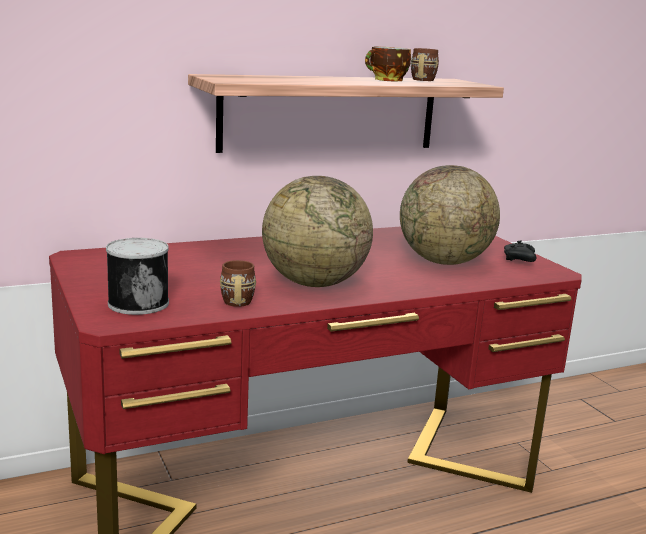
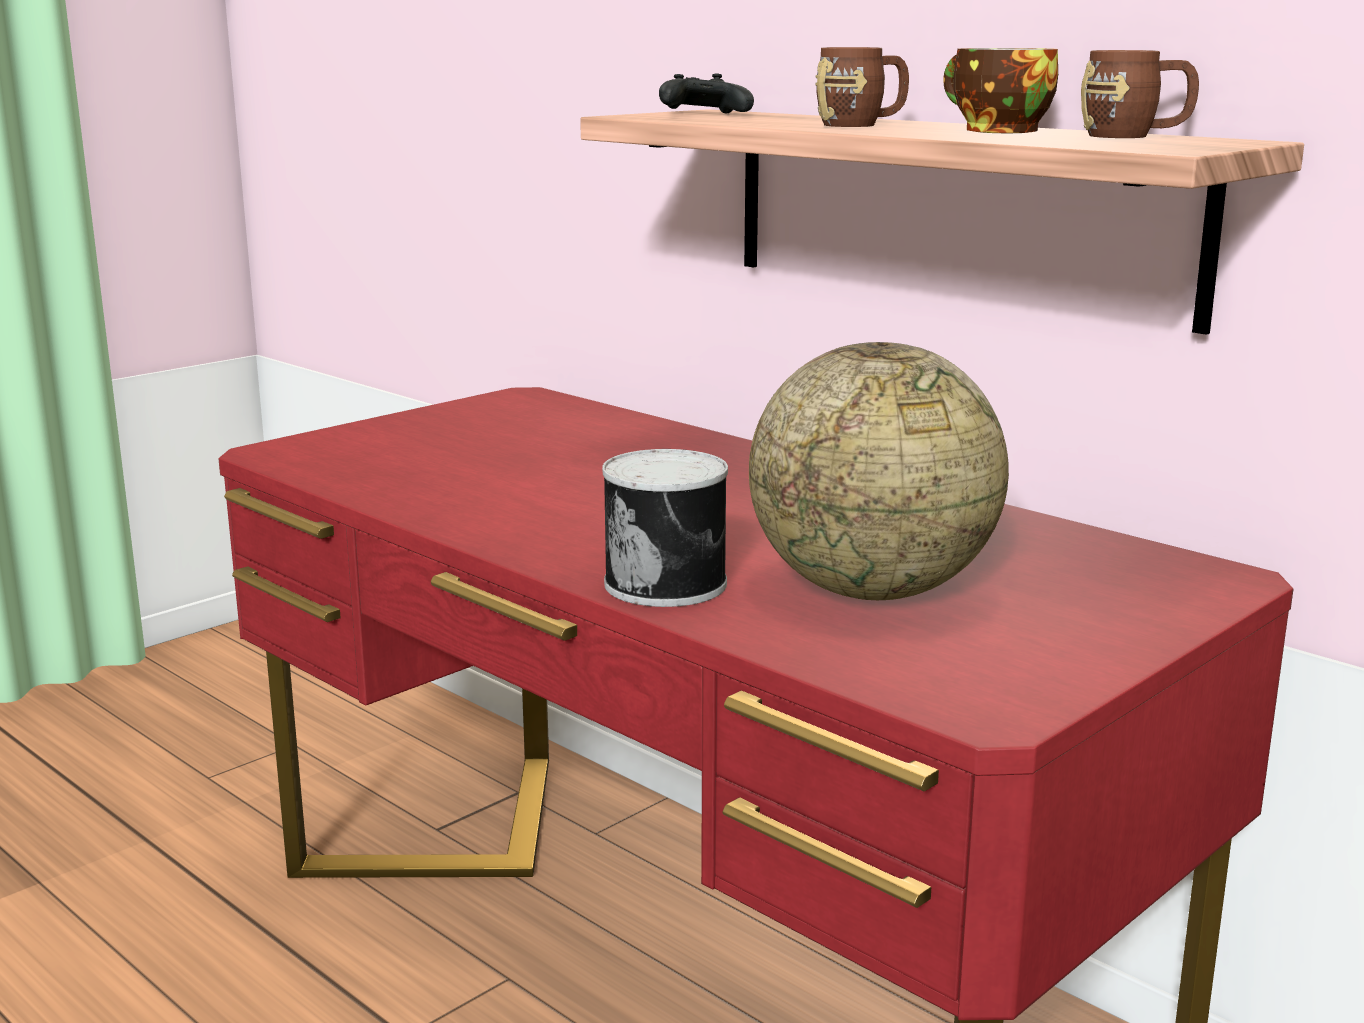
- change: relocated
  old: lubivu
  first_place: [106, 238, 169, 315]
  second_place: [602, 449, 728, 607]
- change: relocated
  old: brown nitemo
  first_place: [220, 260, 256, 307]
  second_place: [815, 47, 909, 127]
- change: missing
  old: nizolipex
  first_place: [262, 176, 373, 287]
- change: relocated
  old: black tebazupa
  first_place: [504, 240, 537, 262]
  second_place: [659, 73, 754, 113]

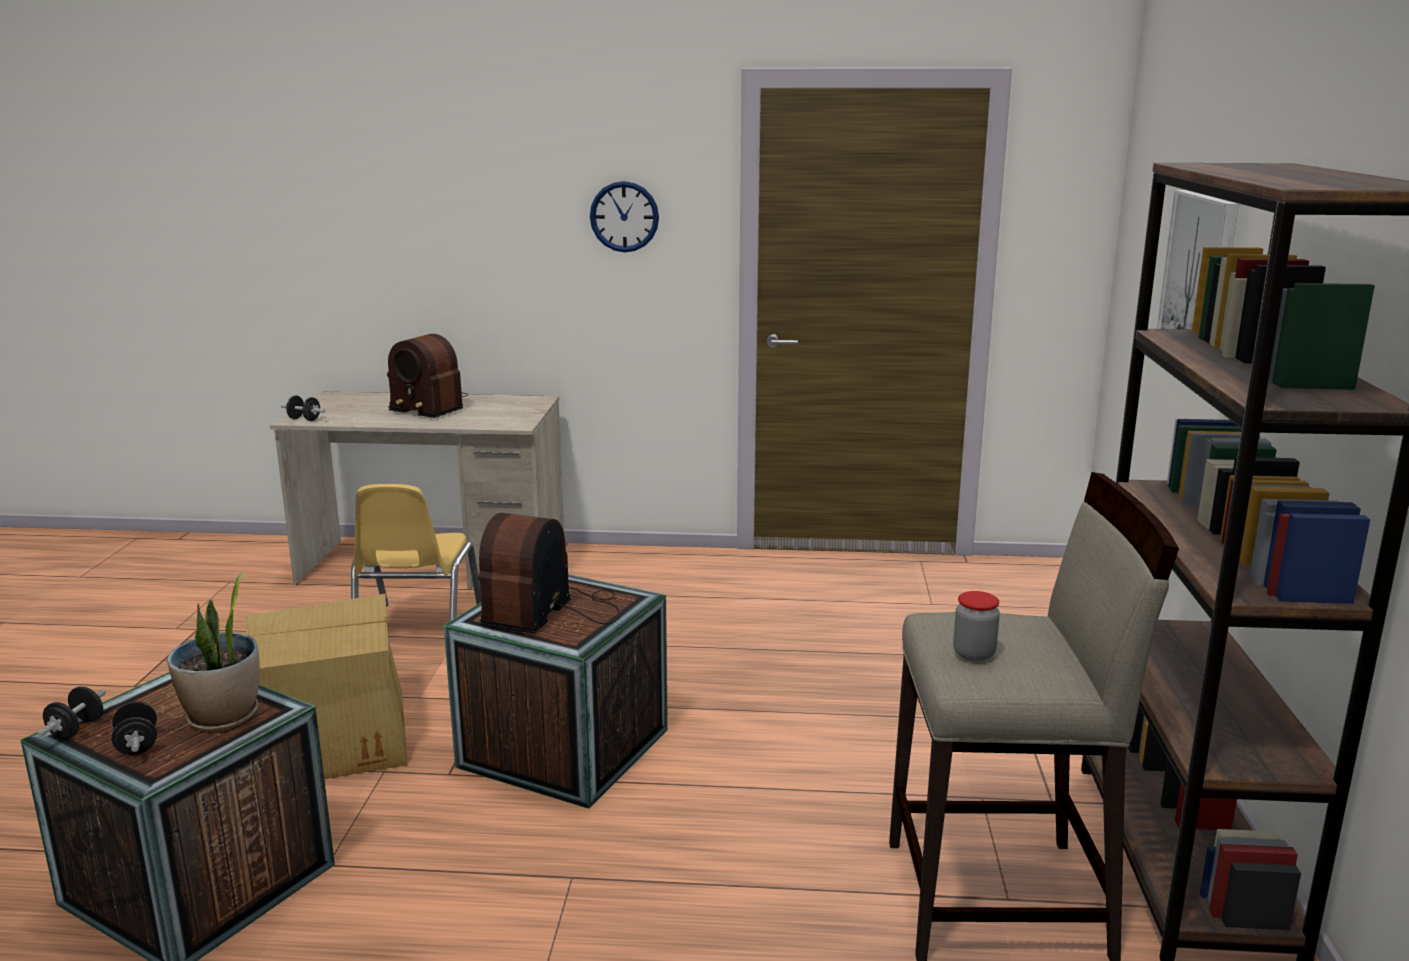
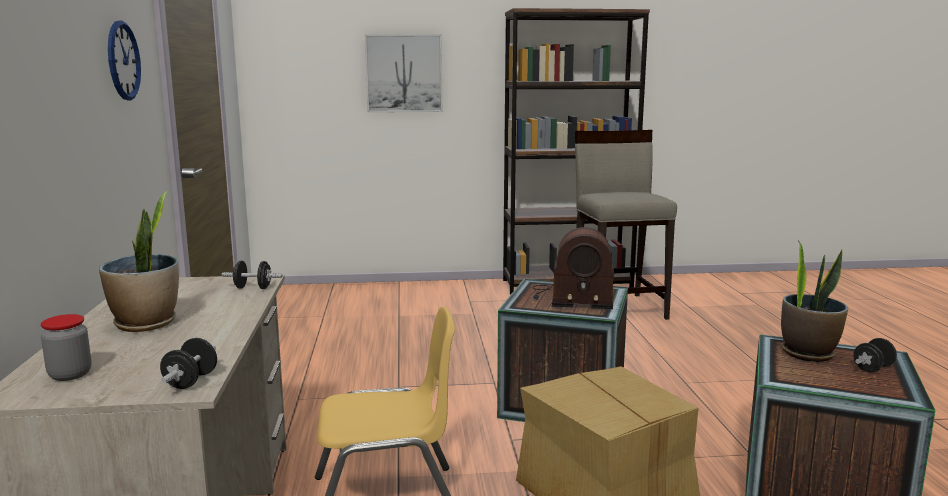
- change: relocated
  old: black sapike
  first_place: [37, 686, 106, 739]
  second_place: [222, 261, 283, 289]
- change: exchanged
  old: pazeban
  new: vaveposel
  first_place: [387, 334, 468, 418]
  second_place: [99, 191, 179, 332]
- change: relocated
  old: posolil
  first_place: [953, 591, 1000, 662]
  second_place: [41, 314, 92, 381]

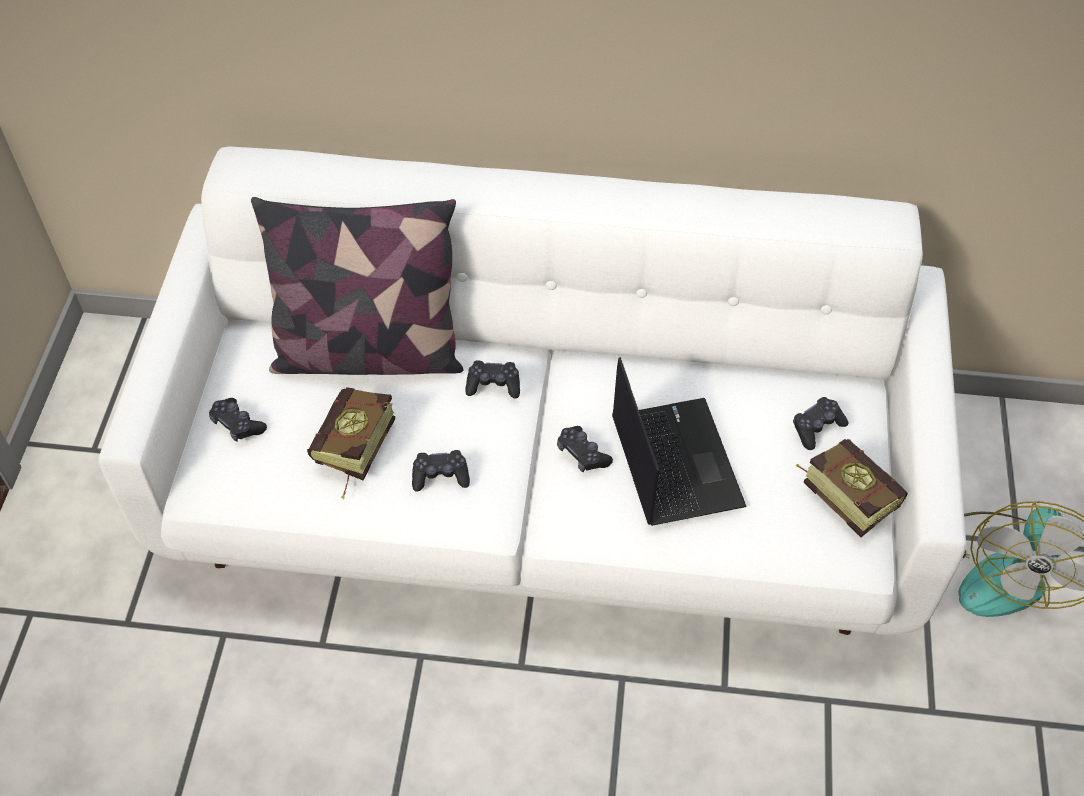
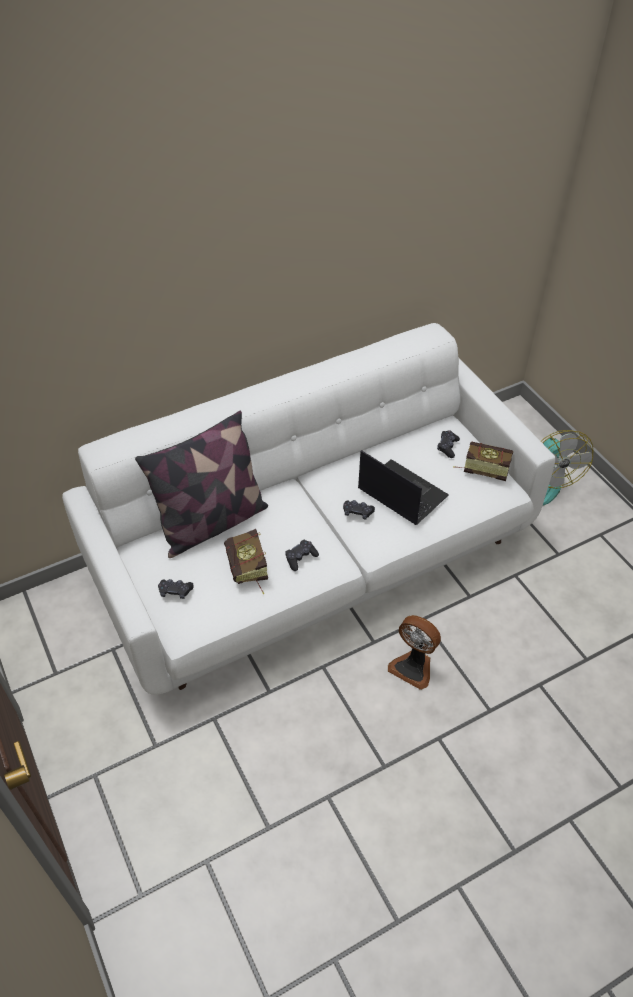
- change: missing
  old: black tebazupa
  first_place: [465, 360, 520, 398]
- change: appeared
  new: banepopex
  second_place: [388, 615, 441, 690]

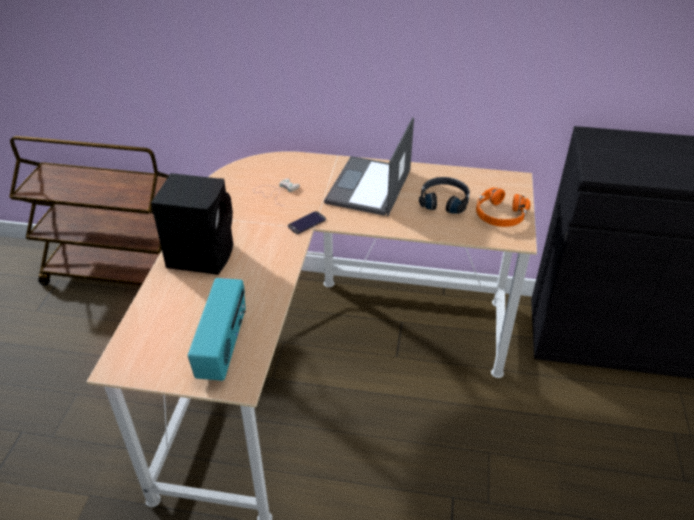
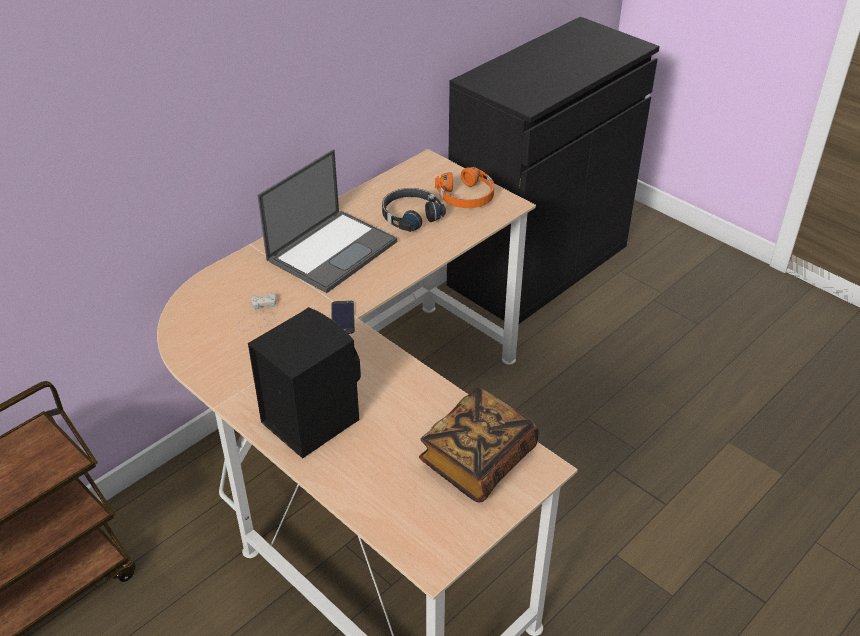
- change: exchanged
  old: pazeban
  new: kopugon
  first_place: [188, 278, 246, 381]
  second_place: [419, 387, 539, 503]
- change: spun
  old: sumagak
  first_place: [324, 117, 414, 216]
  second_place: [257, 149, 397, 293]
  degrees: -105

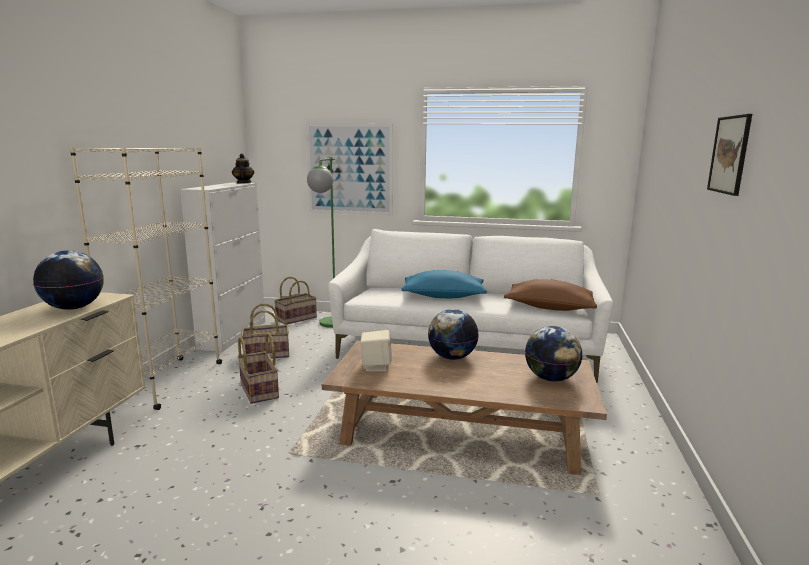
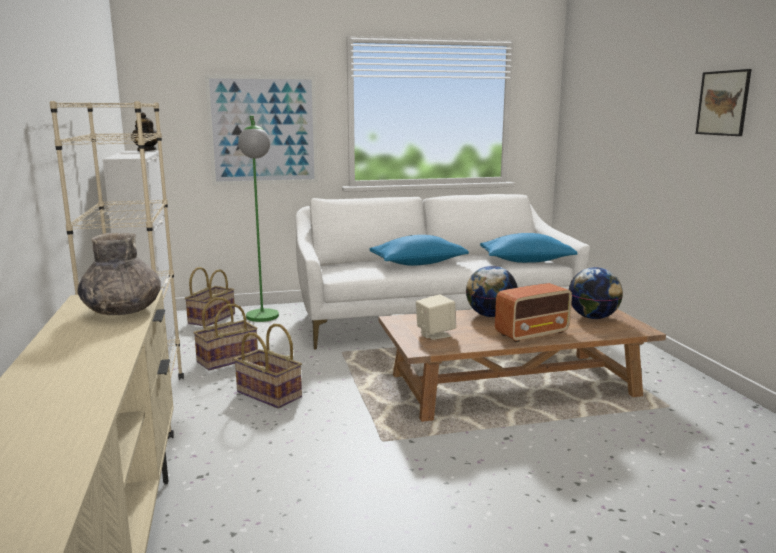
- change: exchanged
  old: nizolipex
  new: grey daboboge
  first_place: [33, 250, 104, 310]
  second_place: [78, 233, 161, 315]
- change: colour
  old: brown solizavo
  new: blue solizavo
  first_place: [504, 279, 597, 311]
  second_place: [480, 233, 577, 263]
- change: appeared
  new: pazeban
  second_place: [495, 283, 572, 342]

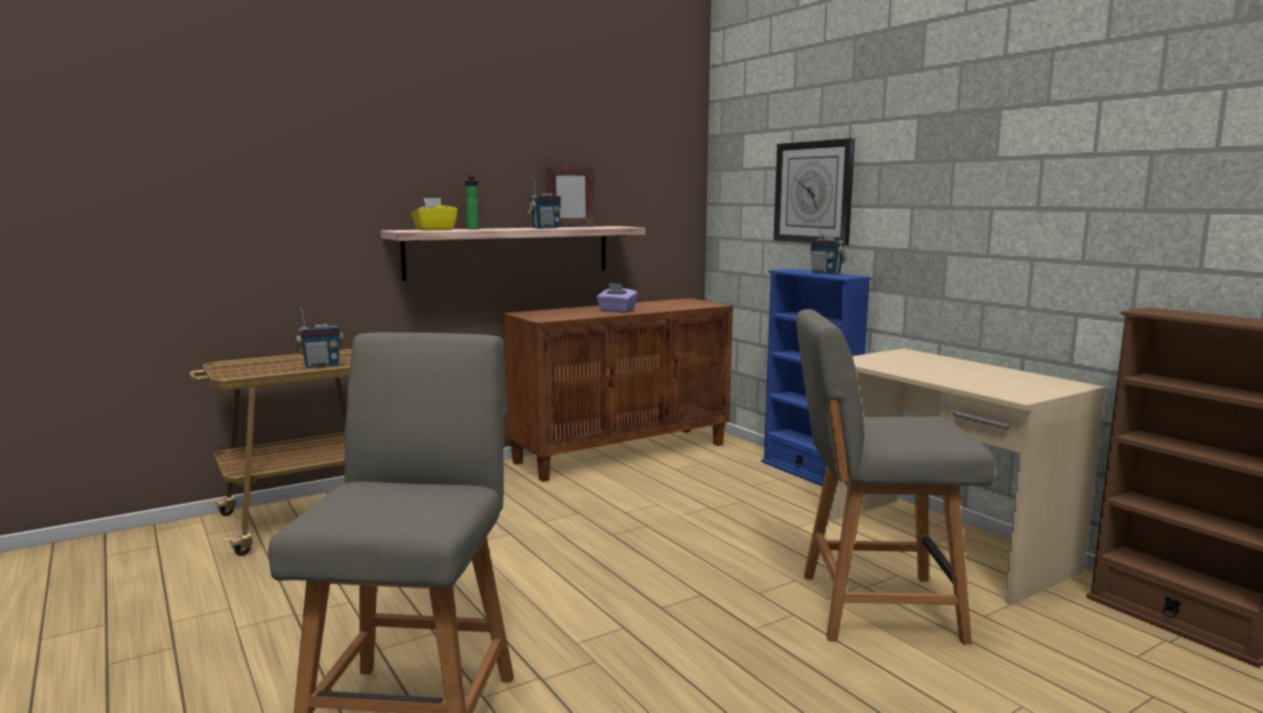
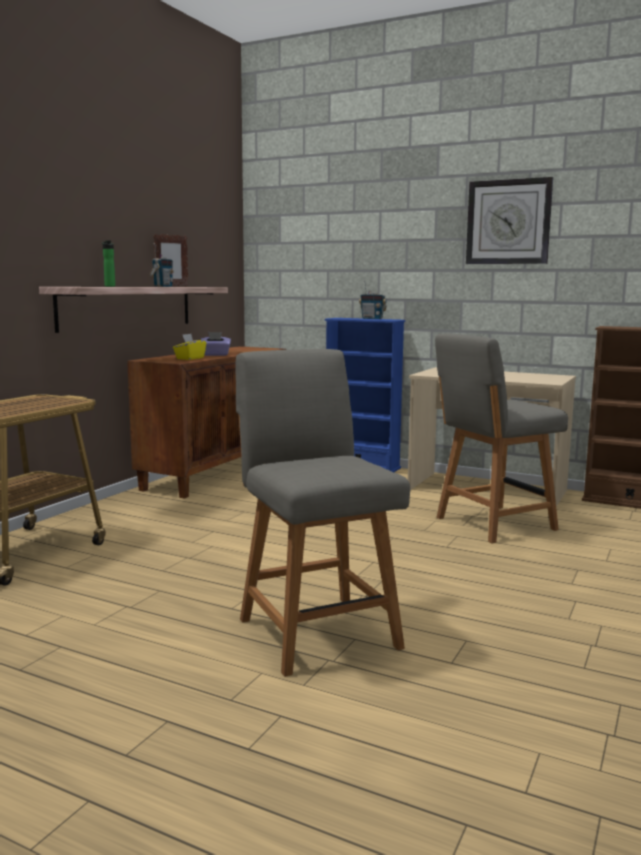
- change: missing
  old: pazeban
  first_place: [296, 307, 344, 368]
- change: relocated
  old: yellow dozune
  first_place: [411, 198, 458, 231]
  second_place: [173, 334, 206, 360]
- change: relocated
  old: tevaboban
  first_place: [774, 138, 855, 245]
  second_place: [466, 177, 553, 264]

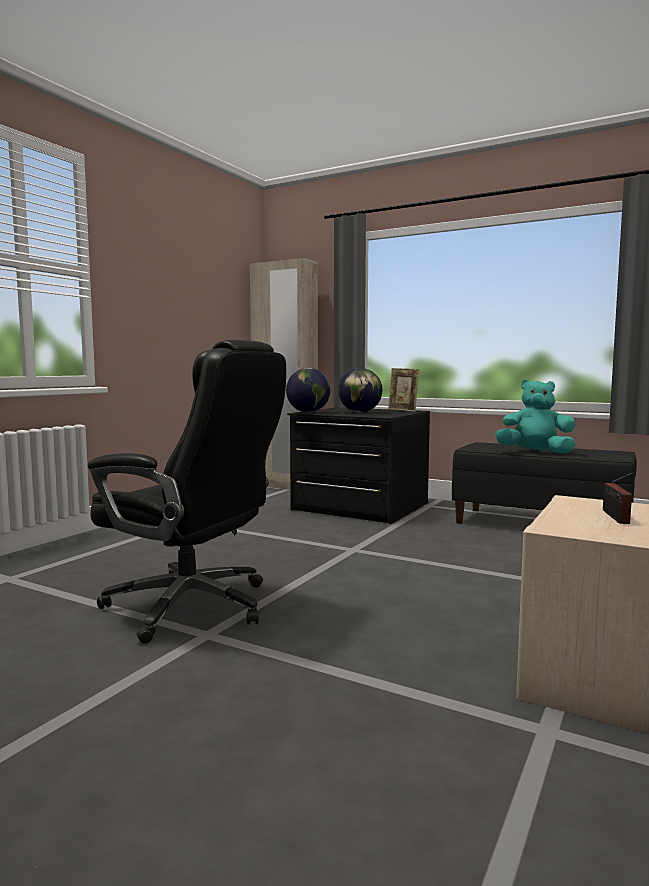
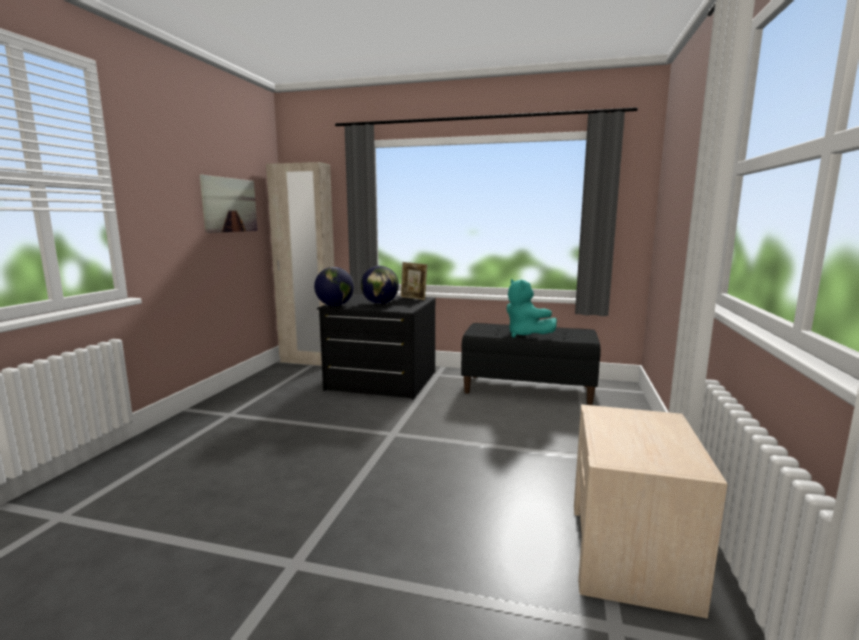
- change: missing
  old: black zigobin
  first_place: [88, 340, 286, 644]
- change: spun
  old: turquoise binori
  first_place: [495, 380, 575, 454]
  second_place: [507, 279, 557, 338]
  degrees: -120
- change: missing
  old: pazeban
  first_place: [603, 472, 634, 524]
- change: appeared
  new: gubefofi
  second_place: [200, 175, 258, 233]

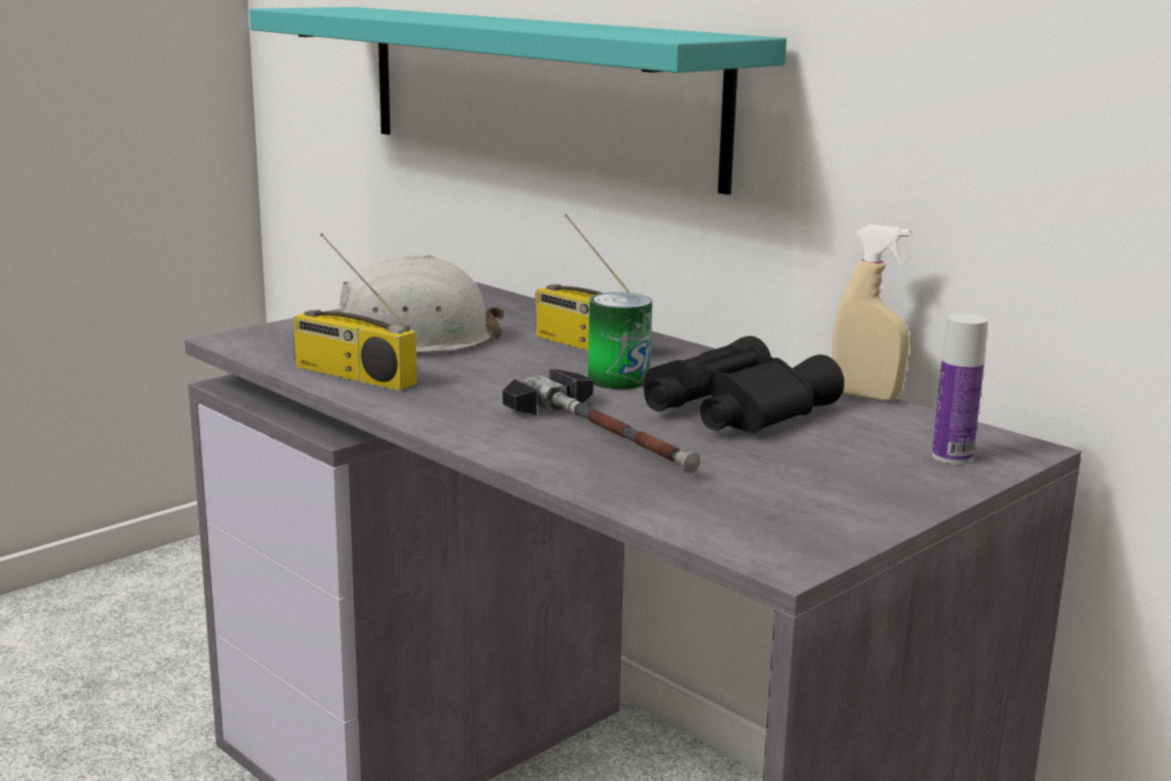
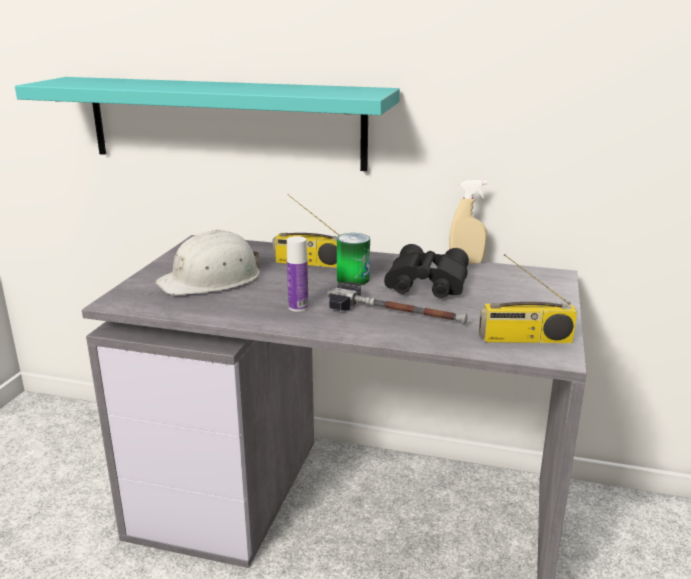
- change: relocated
  old: pazeban
  first_place: [292, 233, 417, 391]
  second_place: [479, 254, 577, 343]
- change: relocated
  old: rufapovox
  first_place: [932, 313, 988, 465]
  second_place: [287, 236, 308, 312]

